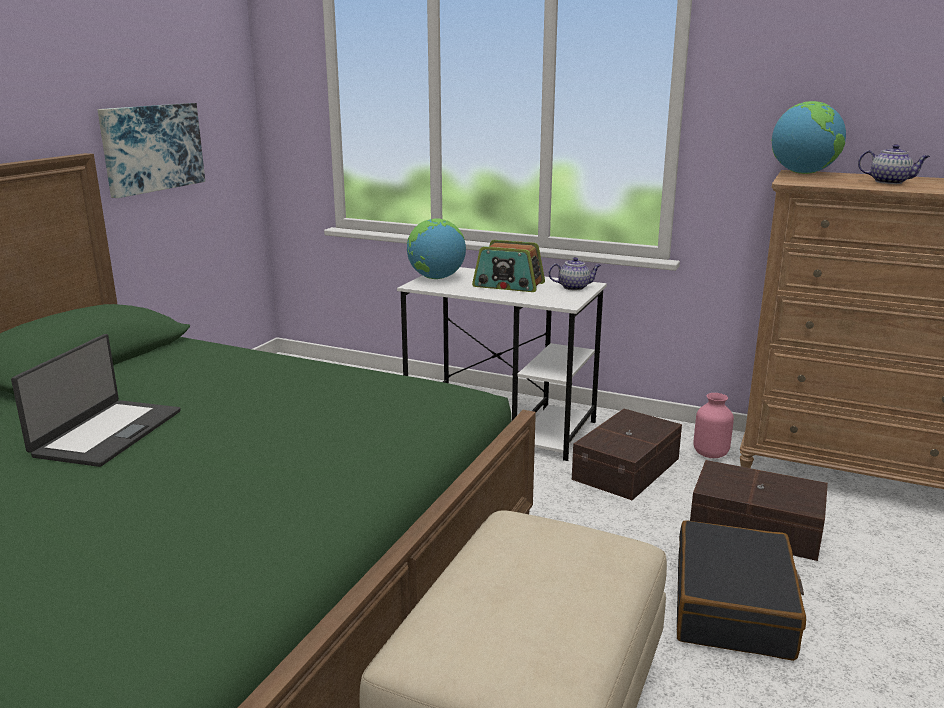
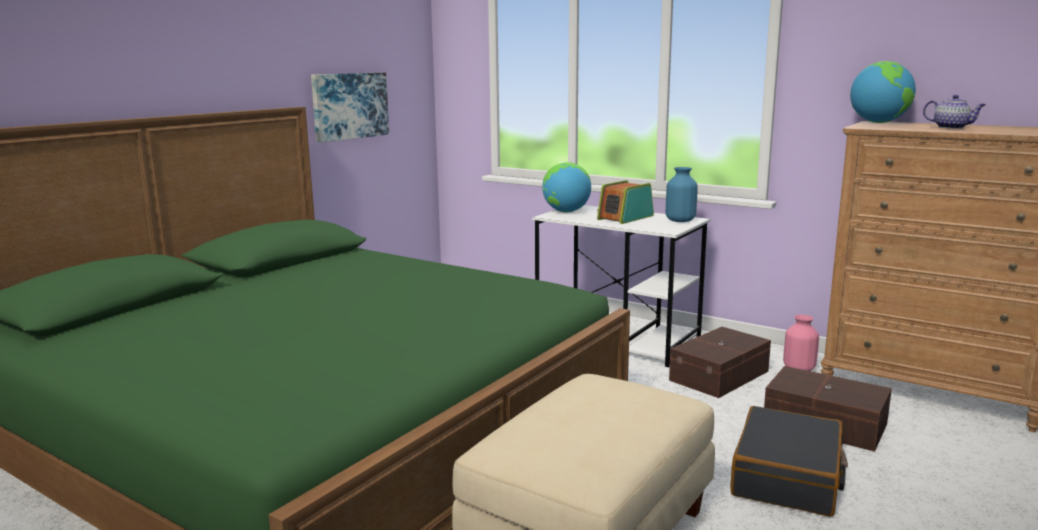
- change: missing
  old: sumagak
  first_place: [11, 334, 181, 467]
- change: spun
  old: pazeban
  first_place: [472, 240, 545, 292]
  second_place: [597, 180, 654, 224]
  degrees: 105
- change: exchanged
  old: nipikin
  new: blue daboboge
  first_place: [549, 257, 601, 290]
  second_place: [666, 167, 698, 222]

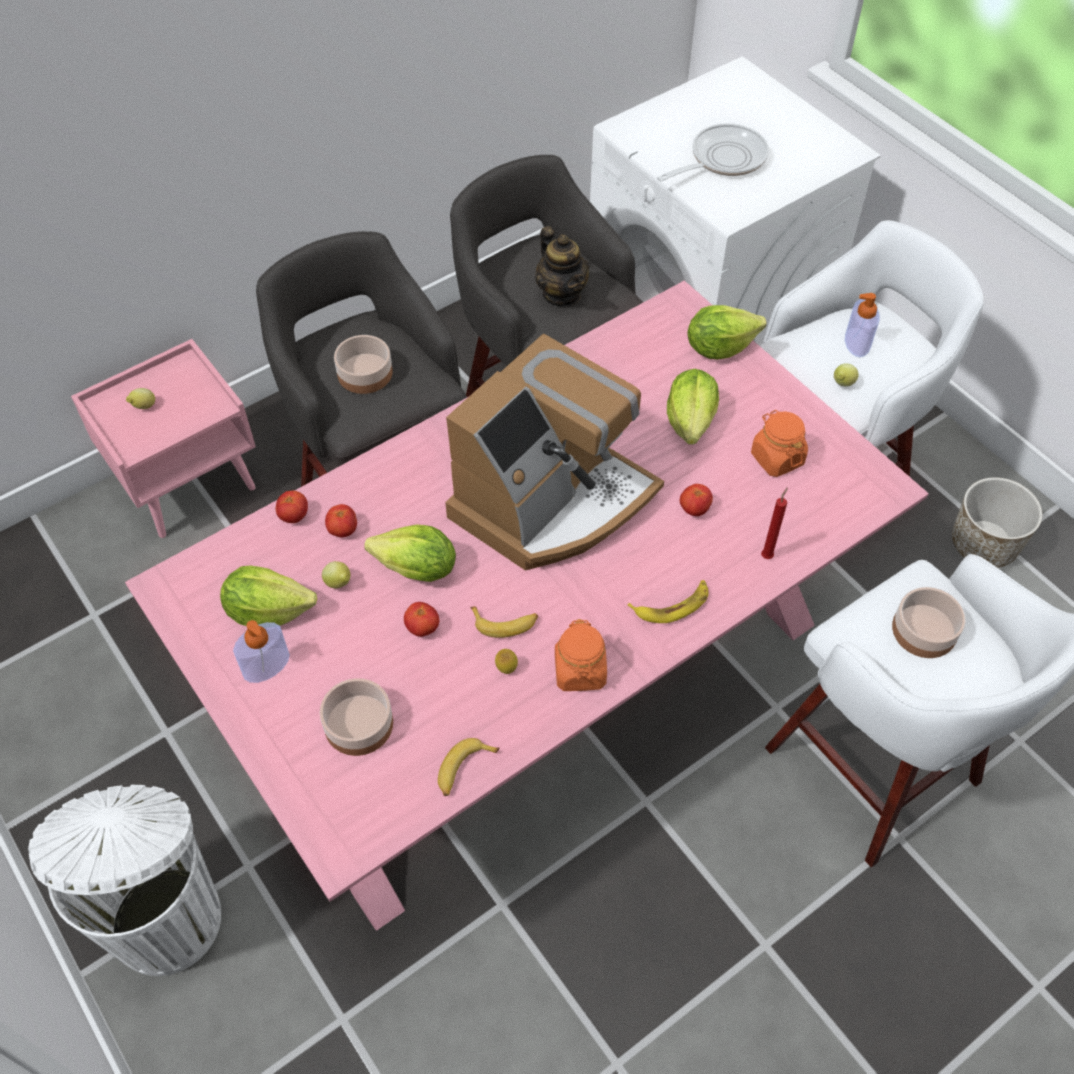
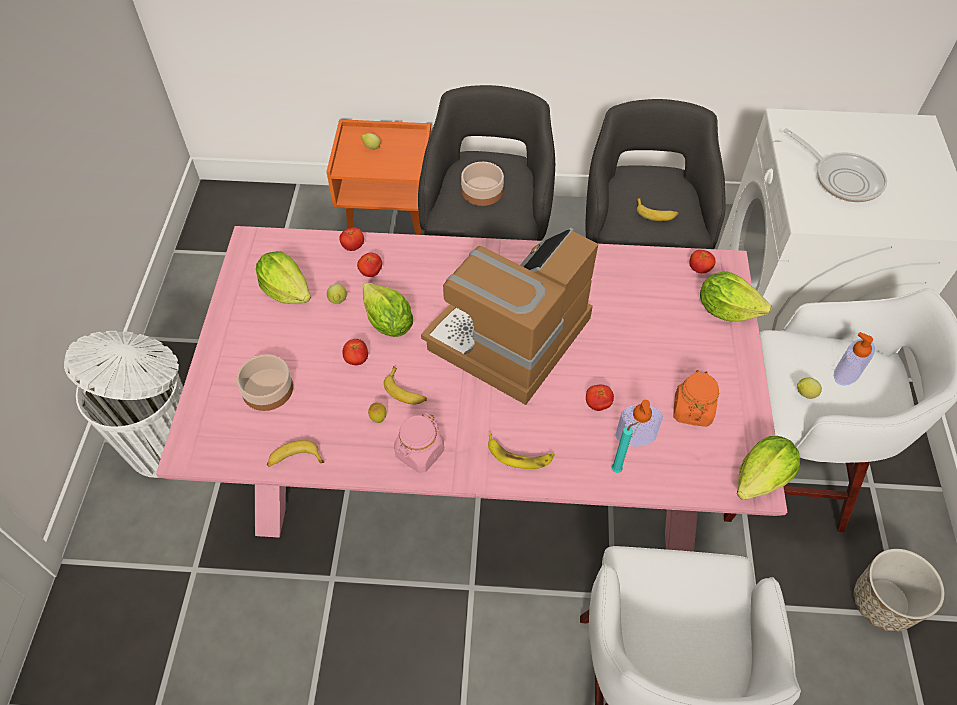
- change: colour
  old: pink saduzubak
  new: orange saduzubak
  first_place: [71, 339, 256, 538]
  second_place: [326, 119, 431, 235]
- change: relocated
  old: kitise
  first_place: [233, 620, 290, 683]
  second_place: [615, 400, 663, 447]
- change: spun
  old: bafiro
  first_place: [445, 334, 664, 571]
  second_place: [421, 228, 598, 405]
  degrees: 135
- change: exchanged
  old: nipikin
  new: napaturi
  first_place: [535, 226, 589, 307]
  second_place: [637, 198, 679, 221]
- change: colour
  old: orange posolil
  new: pink posolil
  first_place: [555, 619, 607, 691]
  second_place: [394, 413, 444, 473]
- change: spun
  old: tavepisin
  first_place: [657, 123, 769, 182]
  second_place: [783, 128, 887, 202]
  degrees: 45
- change: relocated
  old: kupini
  first_place: [667, 369, 719, 445]
  second_place: [737, 436, 800, 500]
- change: colour
  old: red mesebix
  new: turquoise mesebix
  first_place: [761, 487, 788, 559]
  second_place: [612, 422, 638, 473]
- change: missing
  old: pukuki
  first_place: [892, 587, 966, 658]
- change: appeared
  new: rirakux
  second_place: [689, 250, 716, 274]

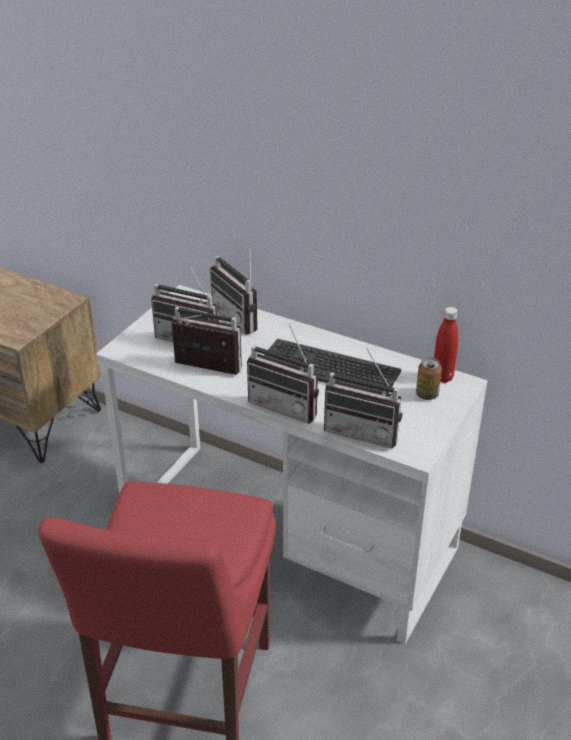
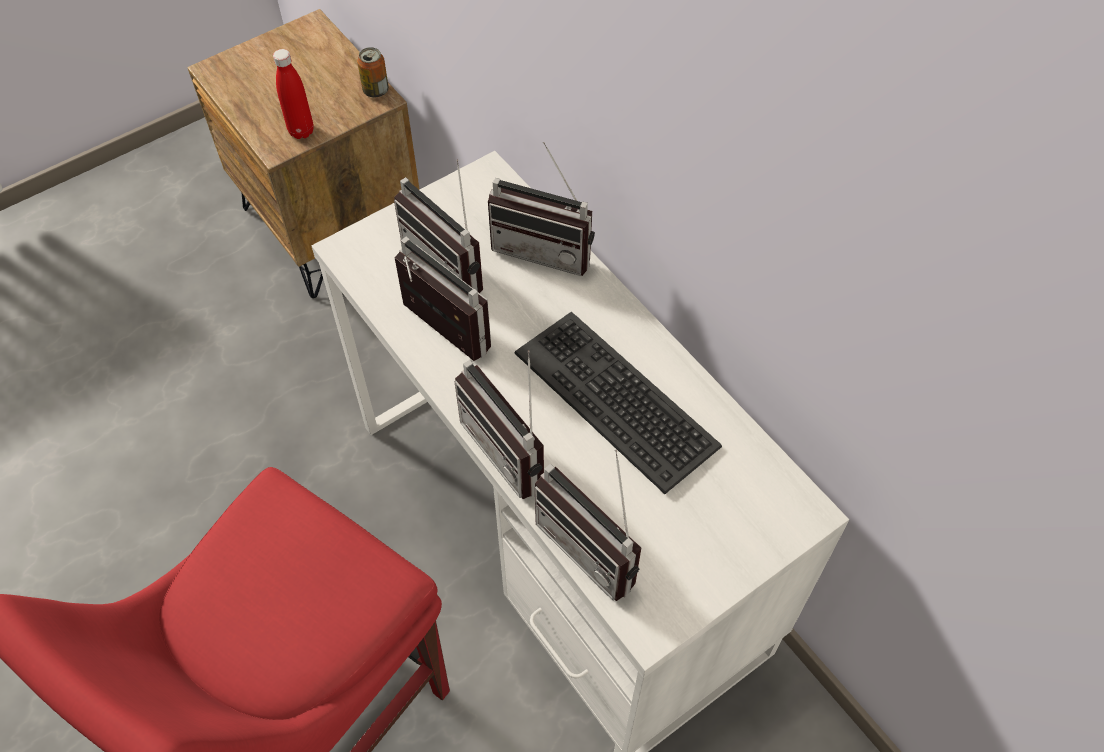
- change: spun
  old: pazeban
  first_place: [210, 244, 258, 335]
  second_place: [488, 142, 595, 276]
  degrees: -60
- change: relocated
  old: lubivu
  first_place: [416, 357, 442, 400]
  second_place: [357, 47, 389, 98]
- change: relocated
  old: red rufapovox
  first_place: [434, 307, 458, 383]
  second_place: [273, 49, 314, 139]

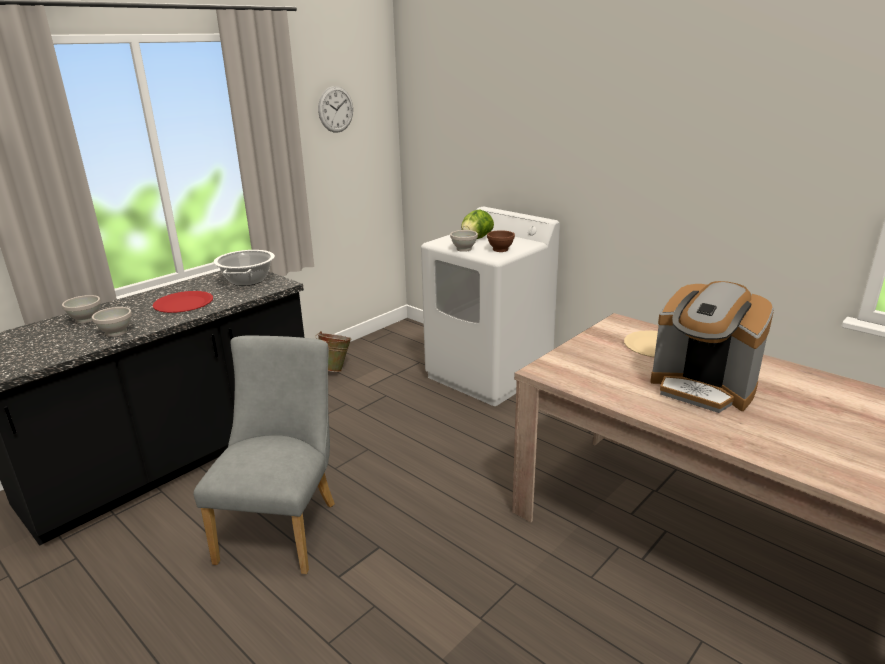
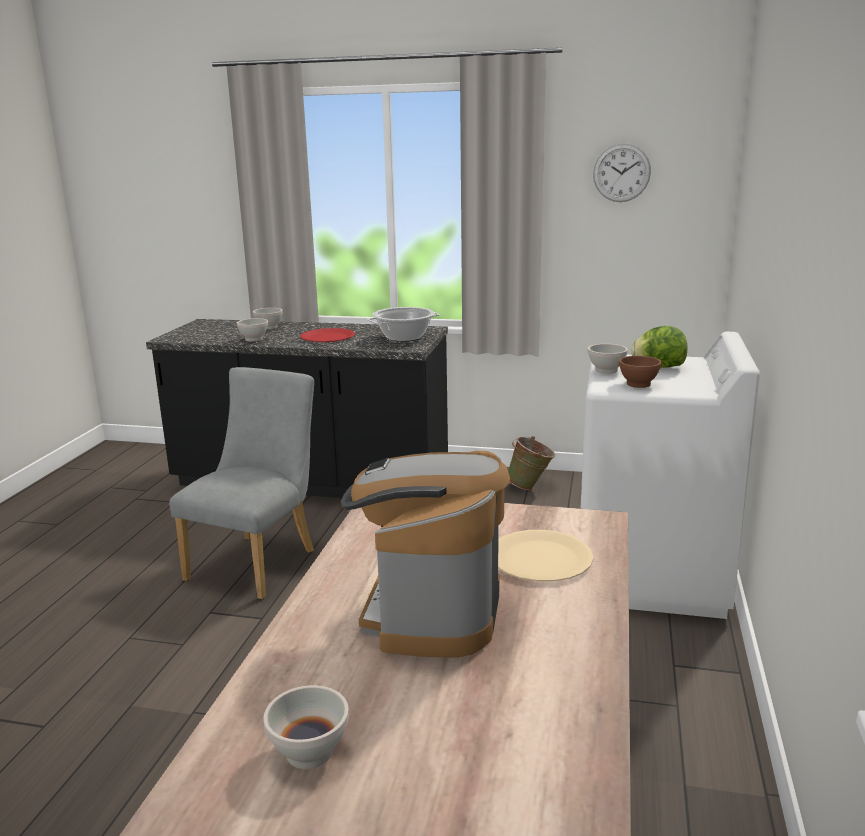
- change: spun
  old: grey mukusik
  first_place: [193, 336, 335, 574]
  second_place: [169, 367, 314, 599]
  degrees: -45
- change: appeared
  new: white pukuki
  second_place: [263, 685, 349, 769]

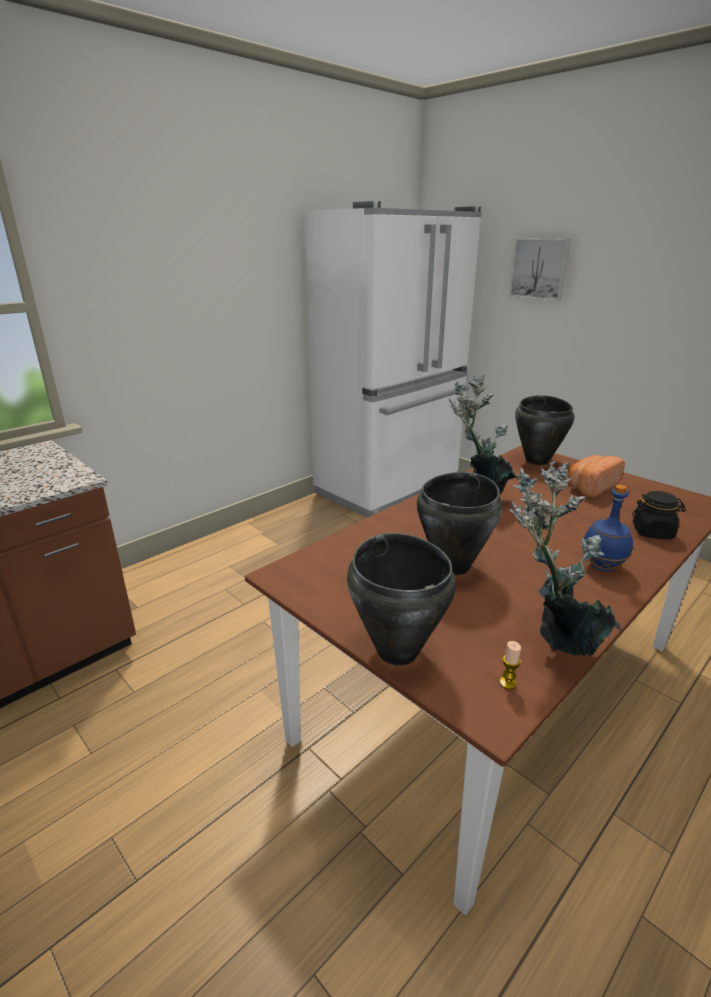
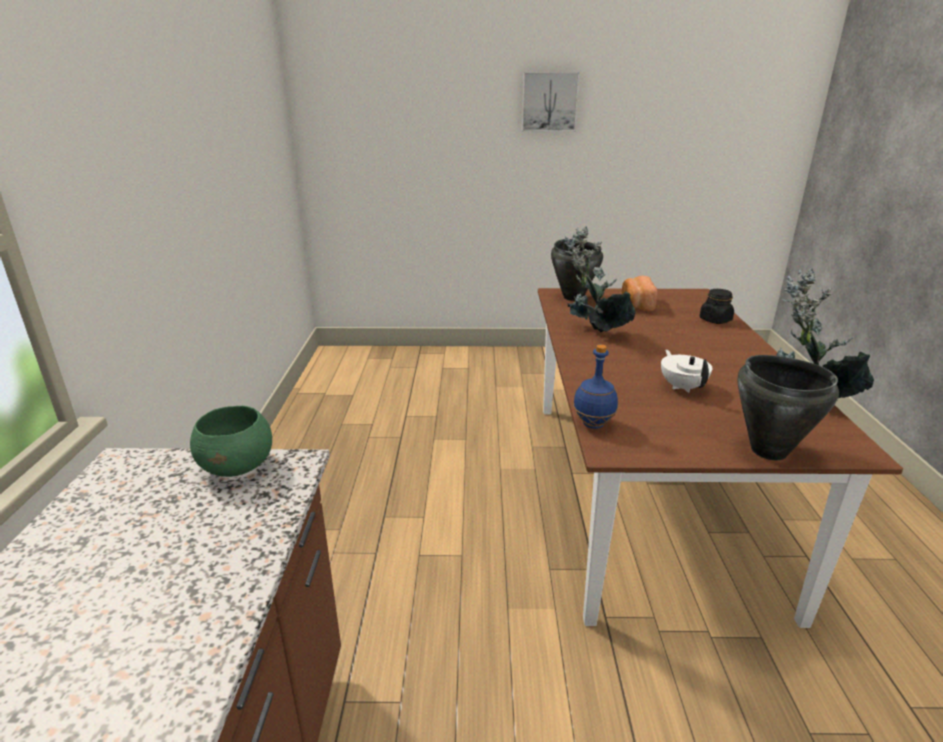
- change: missing
  old: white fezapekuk
  first_place: [303, 201, 482, 518]
- change: exchanged
  old: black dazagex
  new: white nipikin
  first_place: [417, 472, 502, 575]
  second_place: [661, 350, 713, 393]
- change: missing
  old: mesebix
  first_place: [500, 641, 521, 690]
- change: relocated
  old: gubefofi
  first_place: [509, 239, 571, 301]
  second_place: [522, 72, 580, 132]
- change: relocated
  old: blue rufapovox
  first_place: [584, 485, 633, 572]
  second_place: [573, 344, 618, 429]
- change: appeared
  new: green pukuki
  second_place: [190, 406, 272, 477]

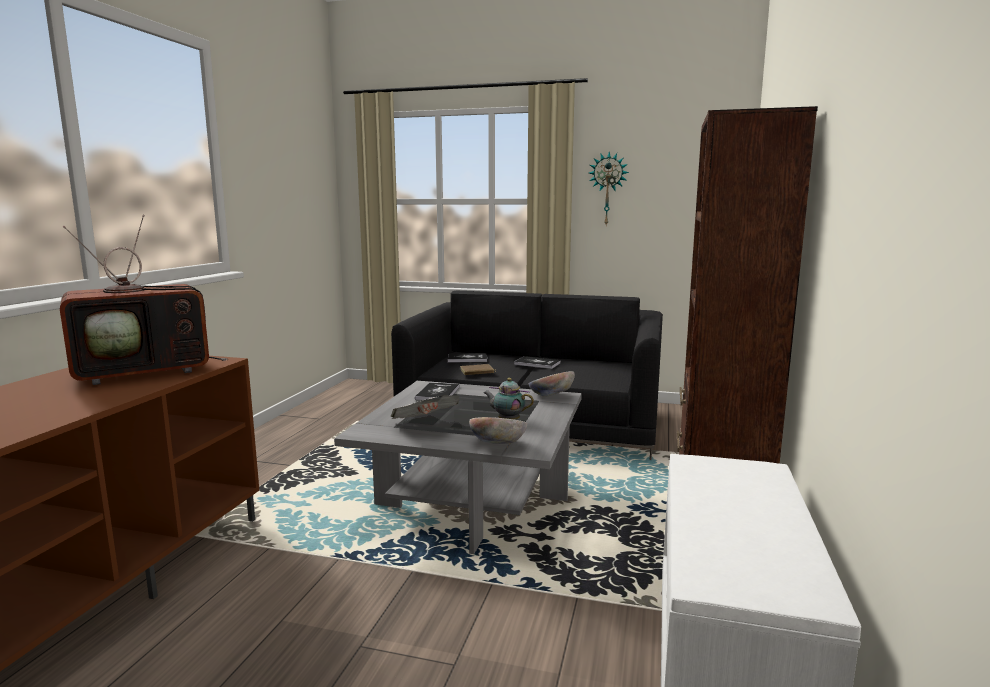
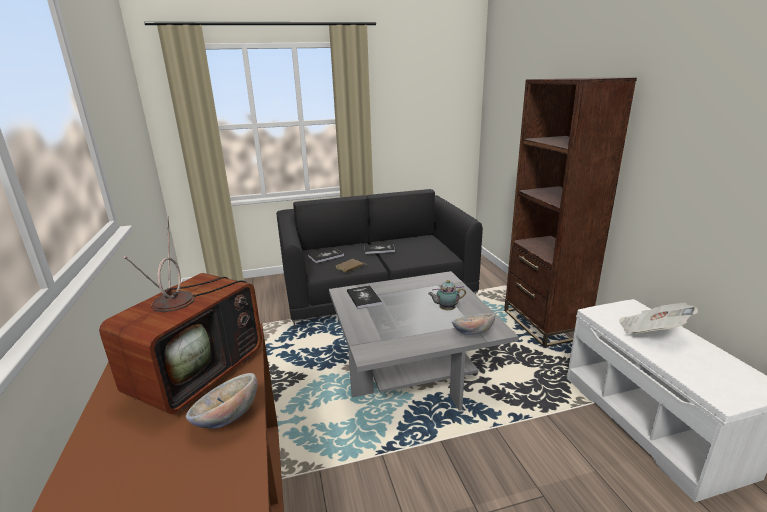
- change: relocated
  old: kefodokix
  first_place: [391, 395, 460, 419]
  second_place: [619, 303, 698, 334]
- change: relocated
  old: pukuki
  first_place: [529, 371, 575, 397]
  second_place: [186, 373, 257, 428]
- change: missing
  old: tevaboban
  first_place: [589, 152, 629, 225]

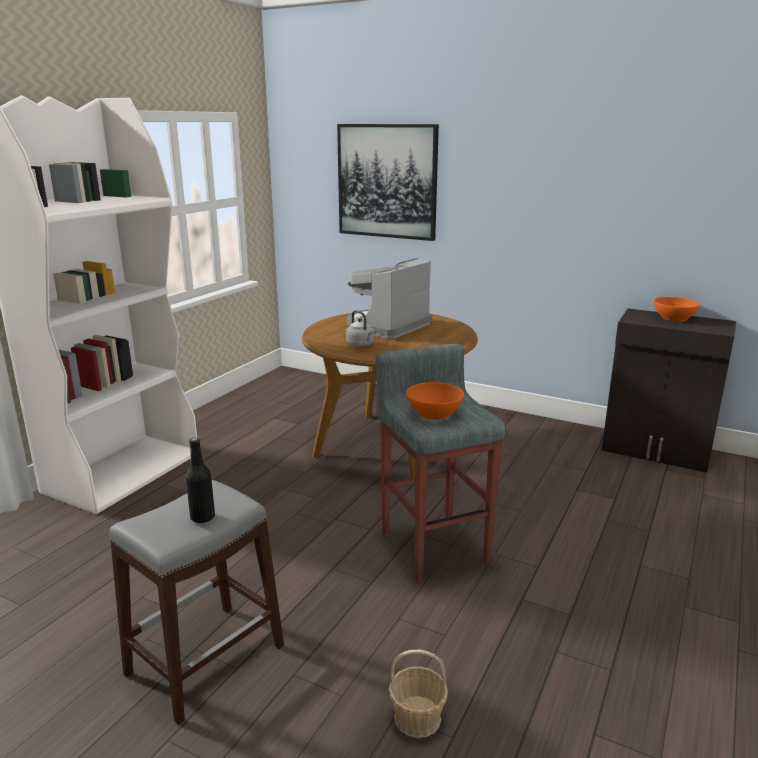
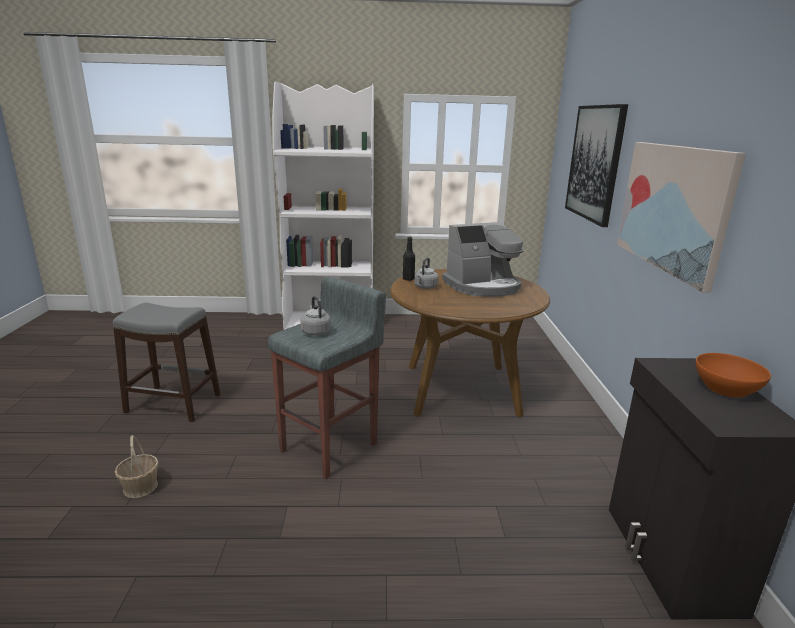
- change: relocated
  old: black rufapovox
  first_place: [186, 437, 215, 523]
  second_place: [403, 237, 415, 280]
- change: spun
  old: bafiro
  first_place: [347, 258, 432, 339]
  second_place: [442, 222, 524, 297]
  degrees: 150
- change: exchanged
  old: orange pukuki
  new: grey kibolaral
  first_place: [406, 382, 464, 420]
  second_place: [300, 296, 331, 336]
- change: appeared
  new: gubefofi
  second_place: [617, 142, 746, 292]

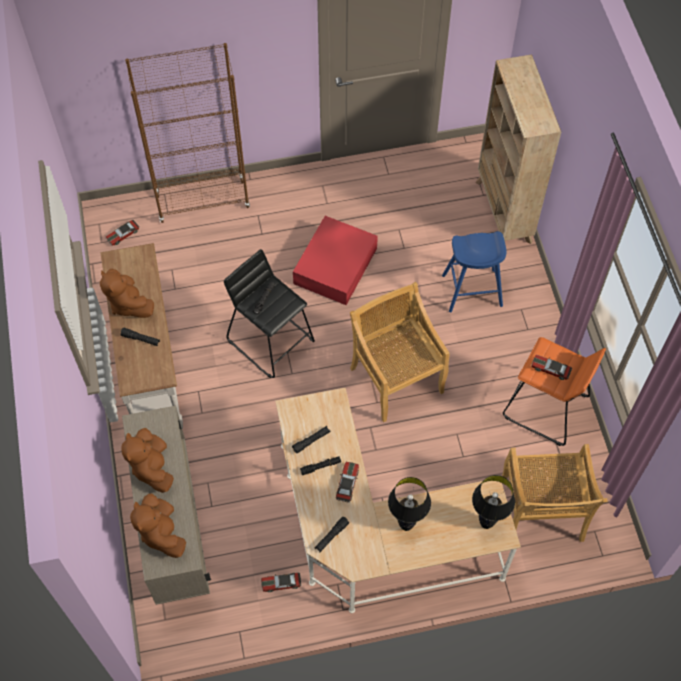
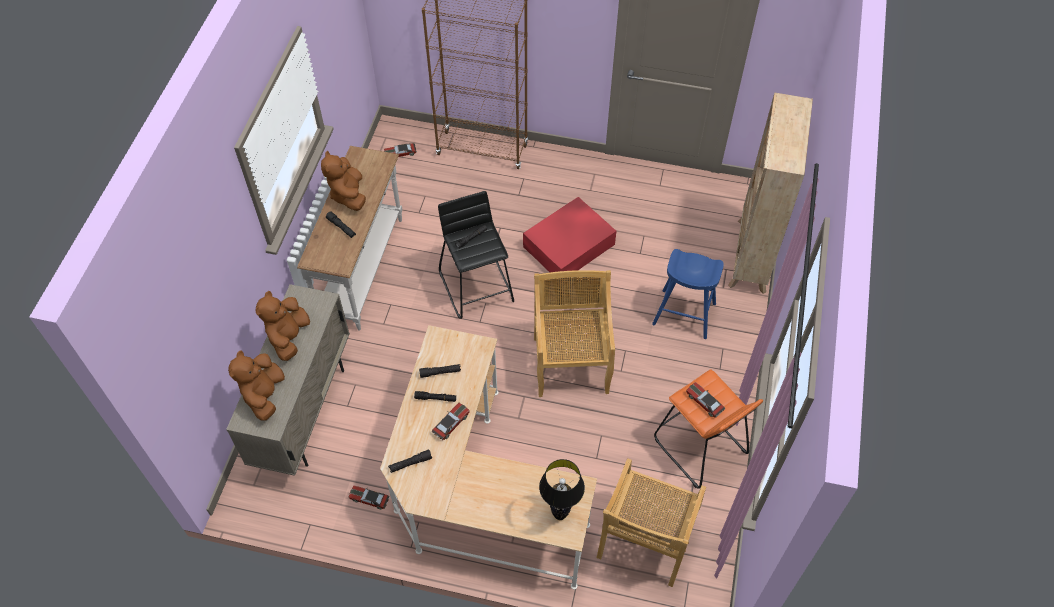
- change: missing
  old: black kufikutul
  first_place: [388, 477, 431, 531]

